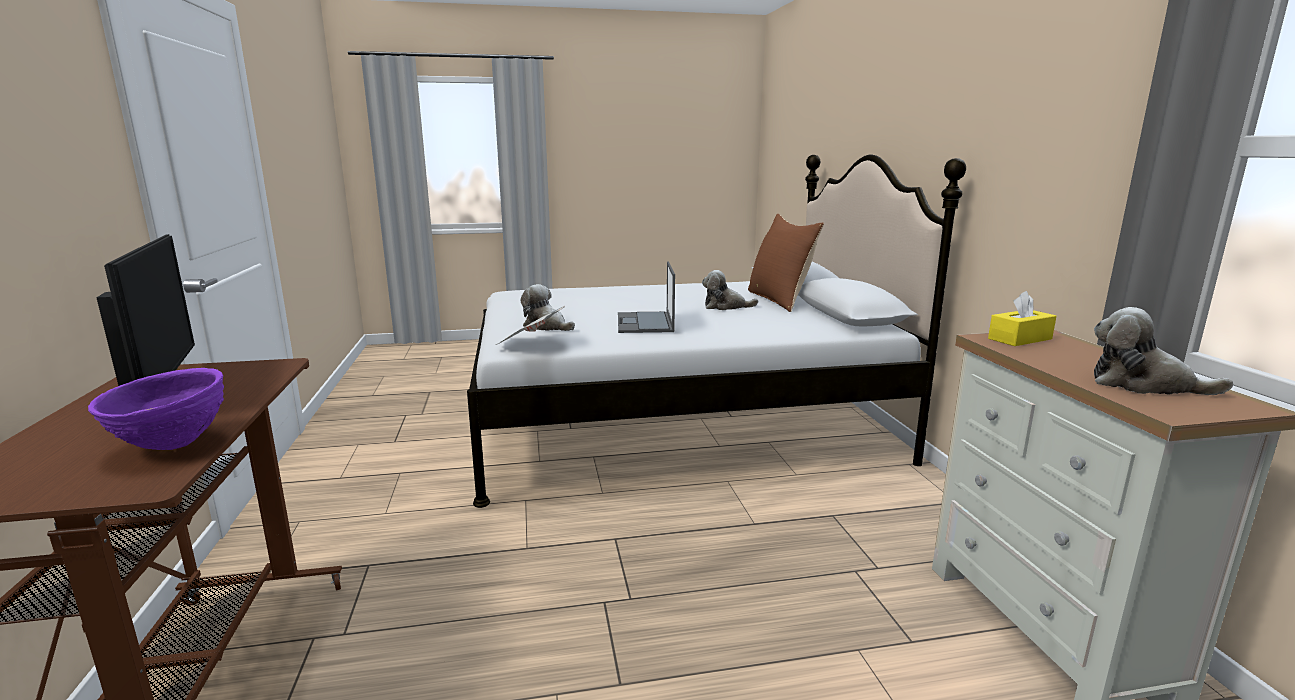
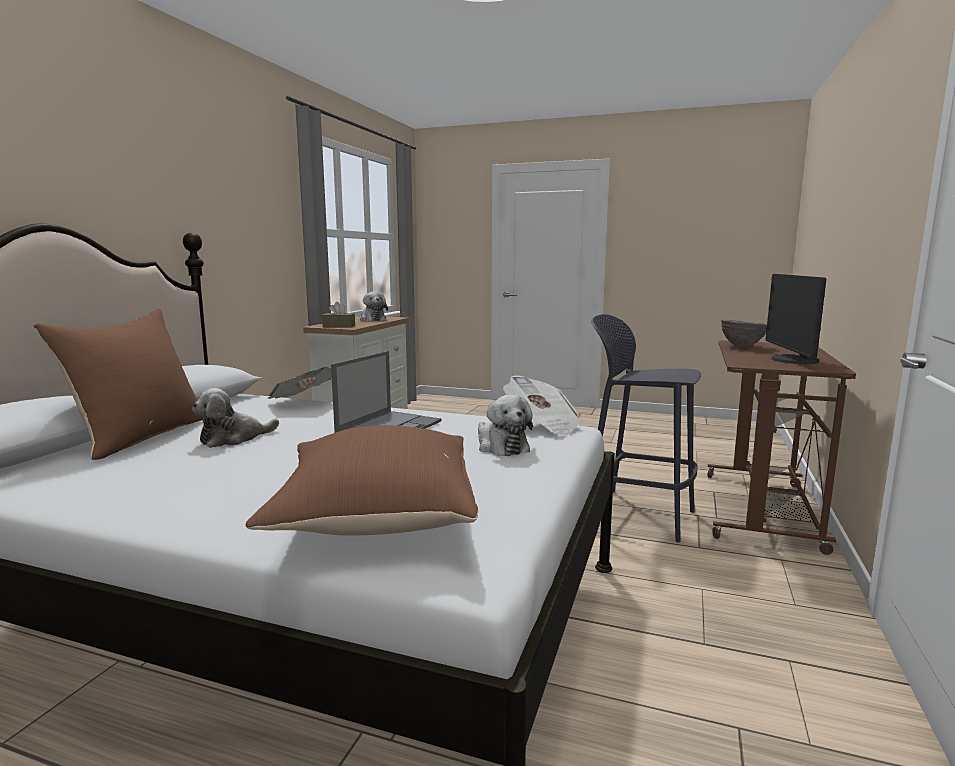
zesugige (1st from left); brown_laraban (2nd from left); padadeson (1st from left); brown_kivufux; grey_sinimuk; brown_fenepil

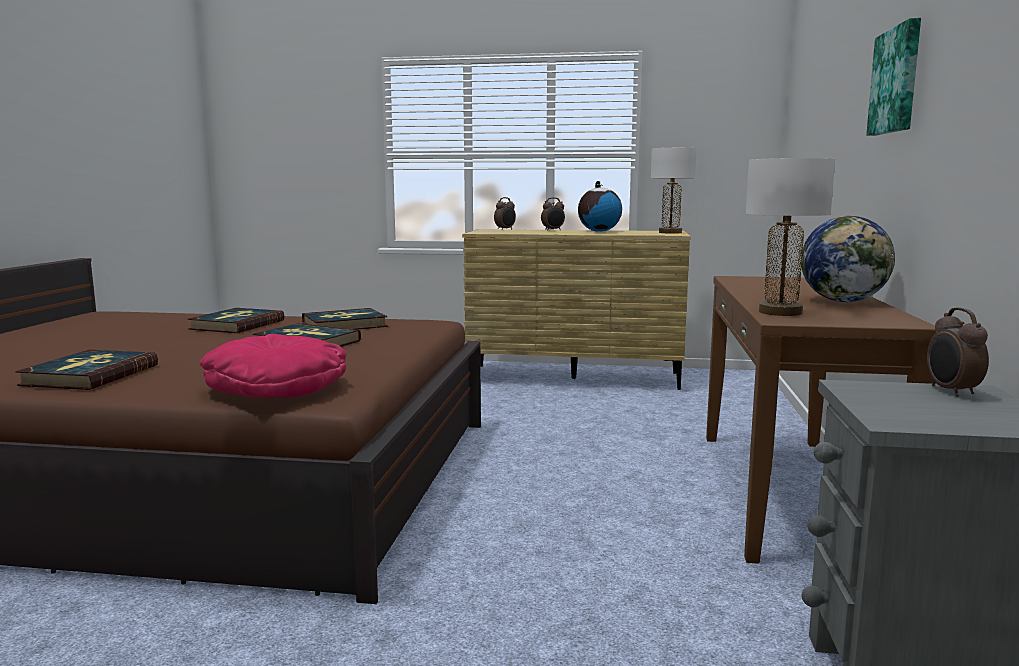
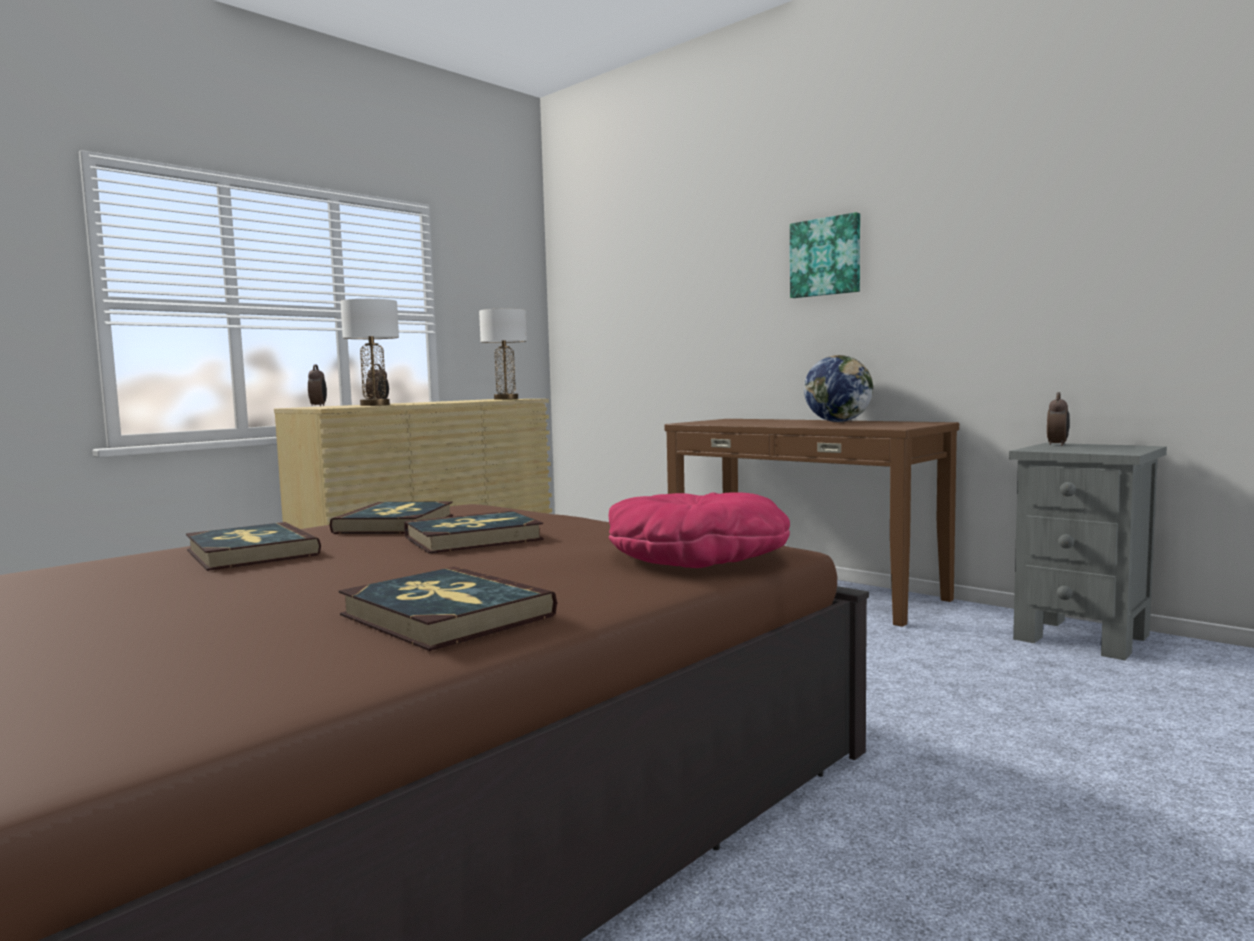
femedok (1st from left); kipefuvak (3rd from left); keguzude (1st from left in the first image)

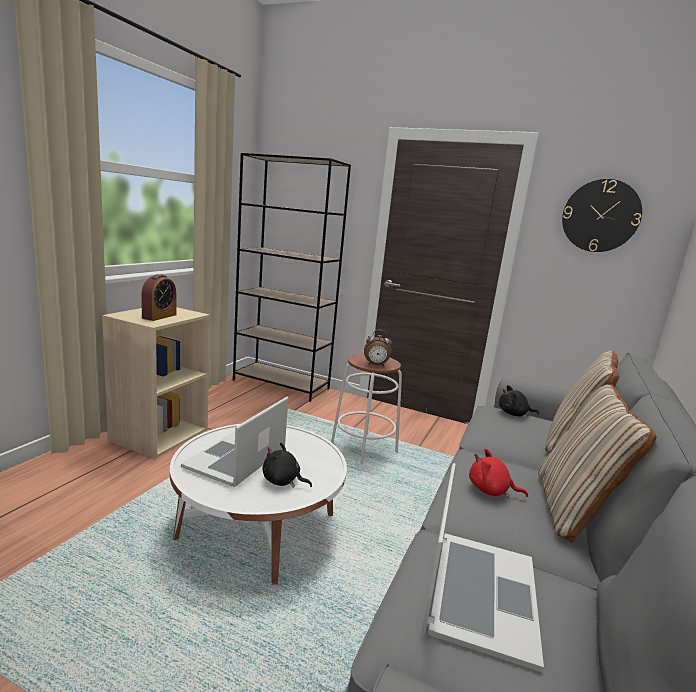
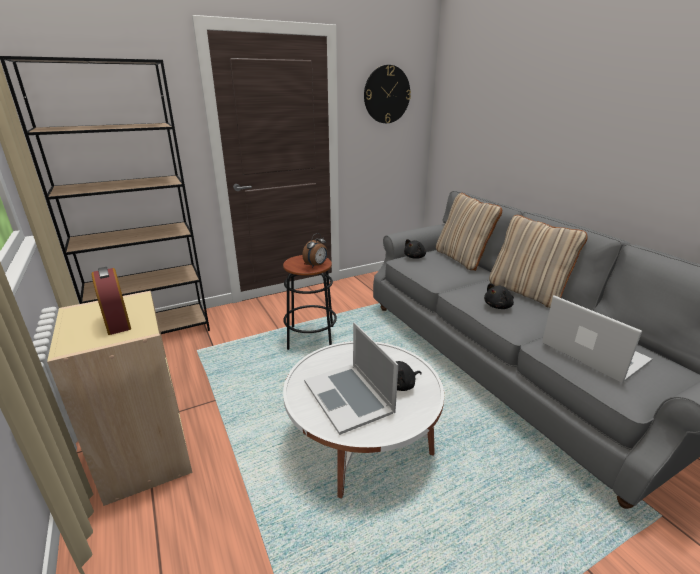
black_sinimuk; black_zesugige (3rd from left)

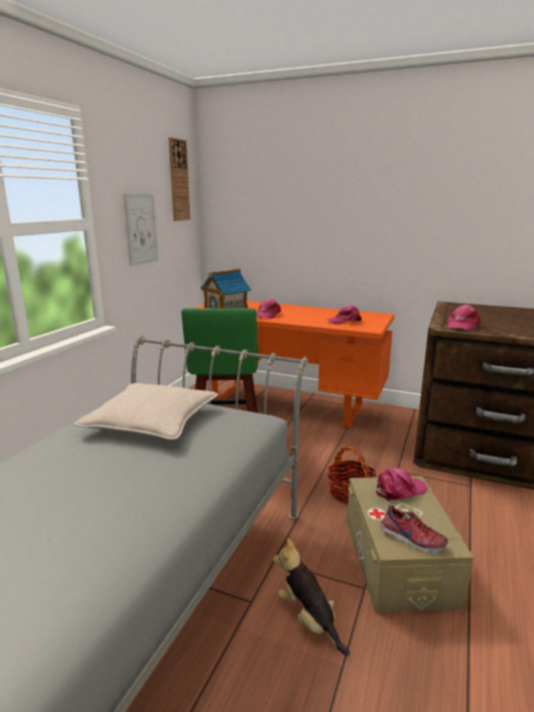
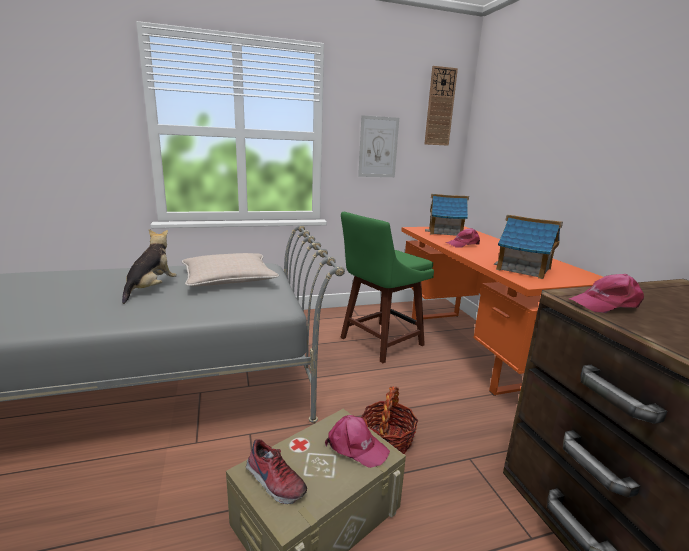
zesugige; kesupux; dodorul (2nd from left)

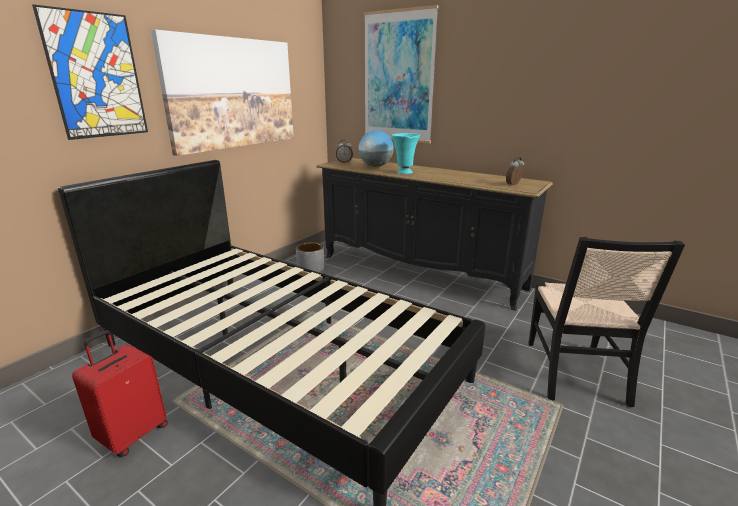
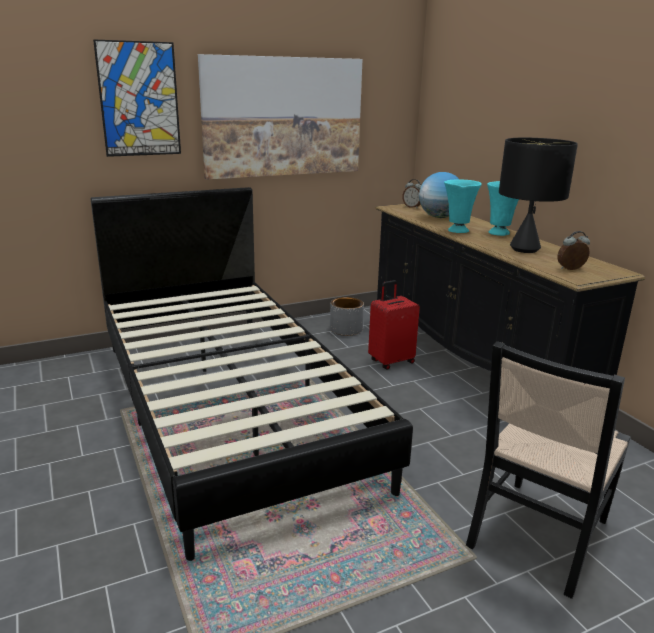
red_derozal; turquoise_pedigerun (2nd from left); black_femedok; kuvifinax (3rd from left in the first image)

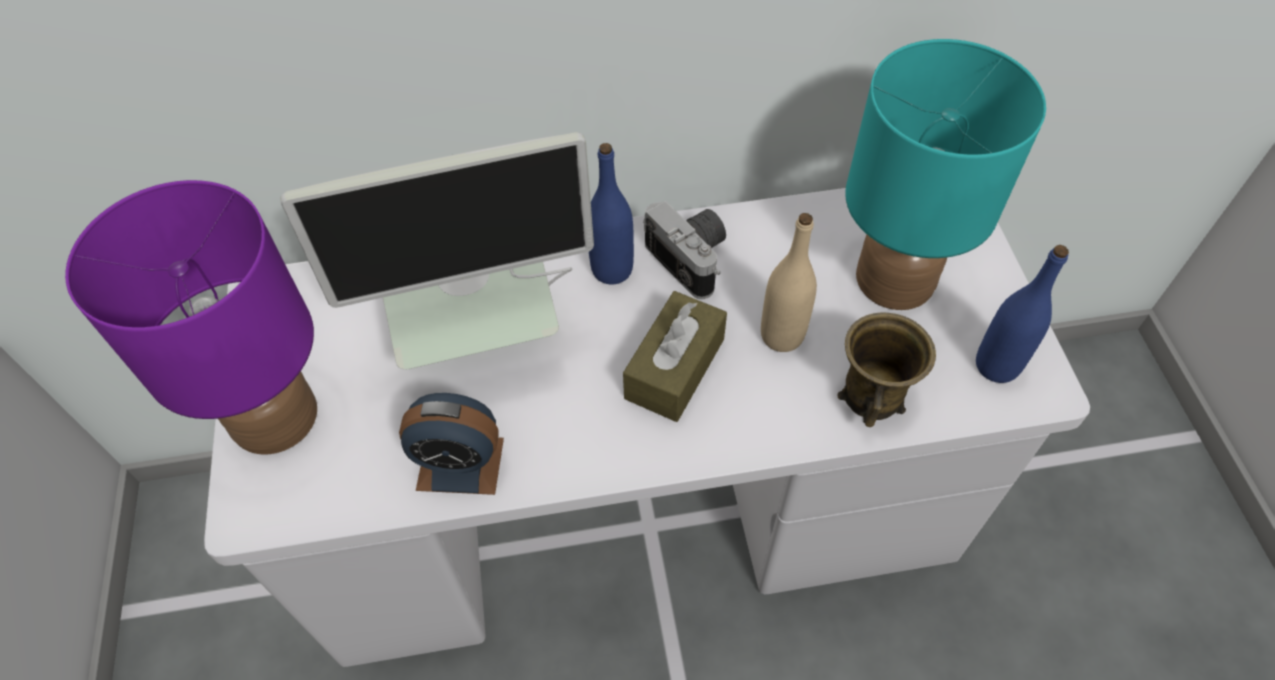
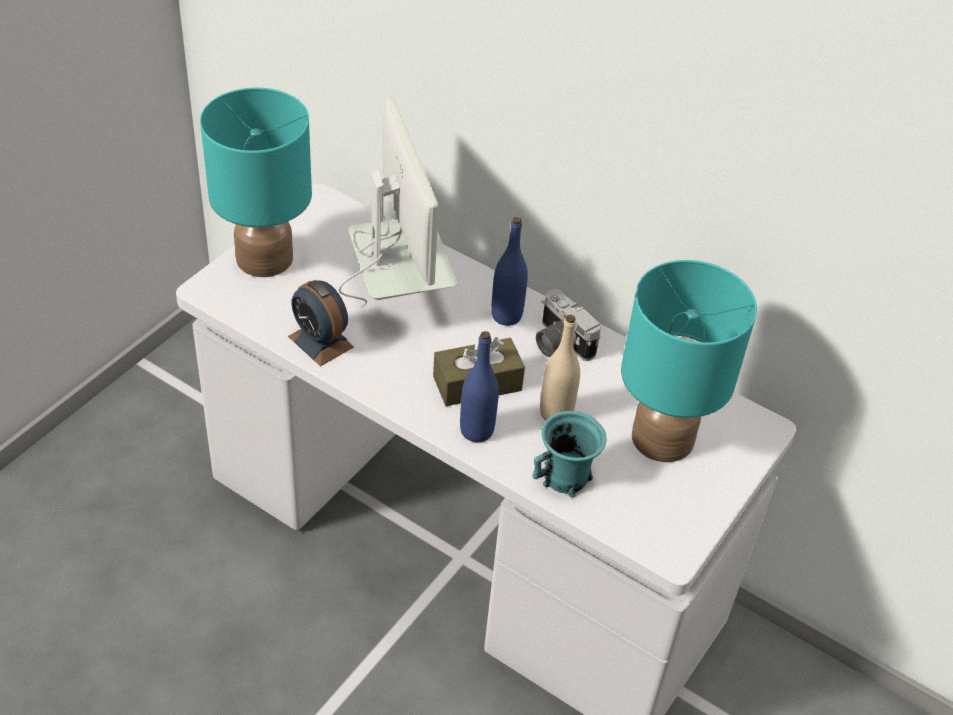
turquoise_femedok (1st from left); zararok; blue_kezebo (1st from left); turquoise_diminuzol; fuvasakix

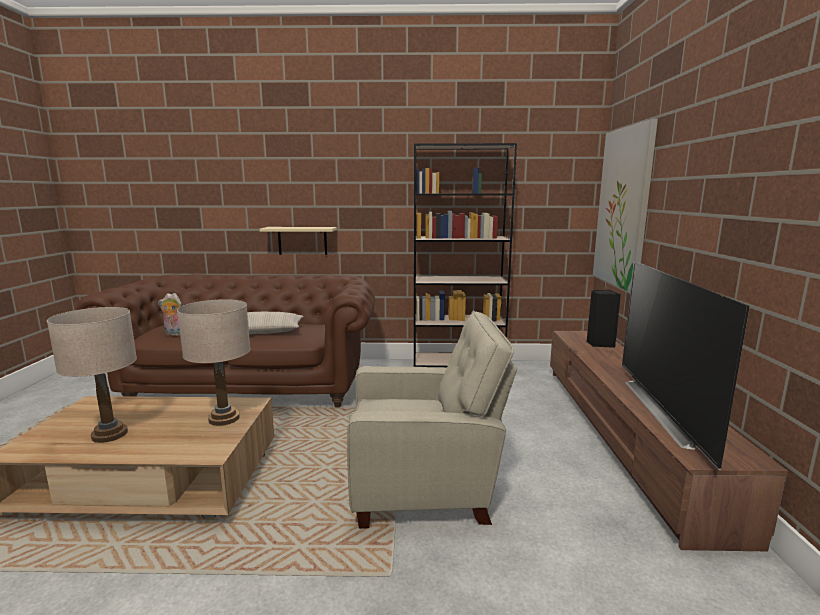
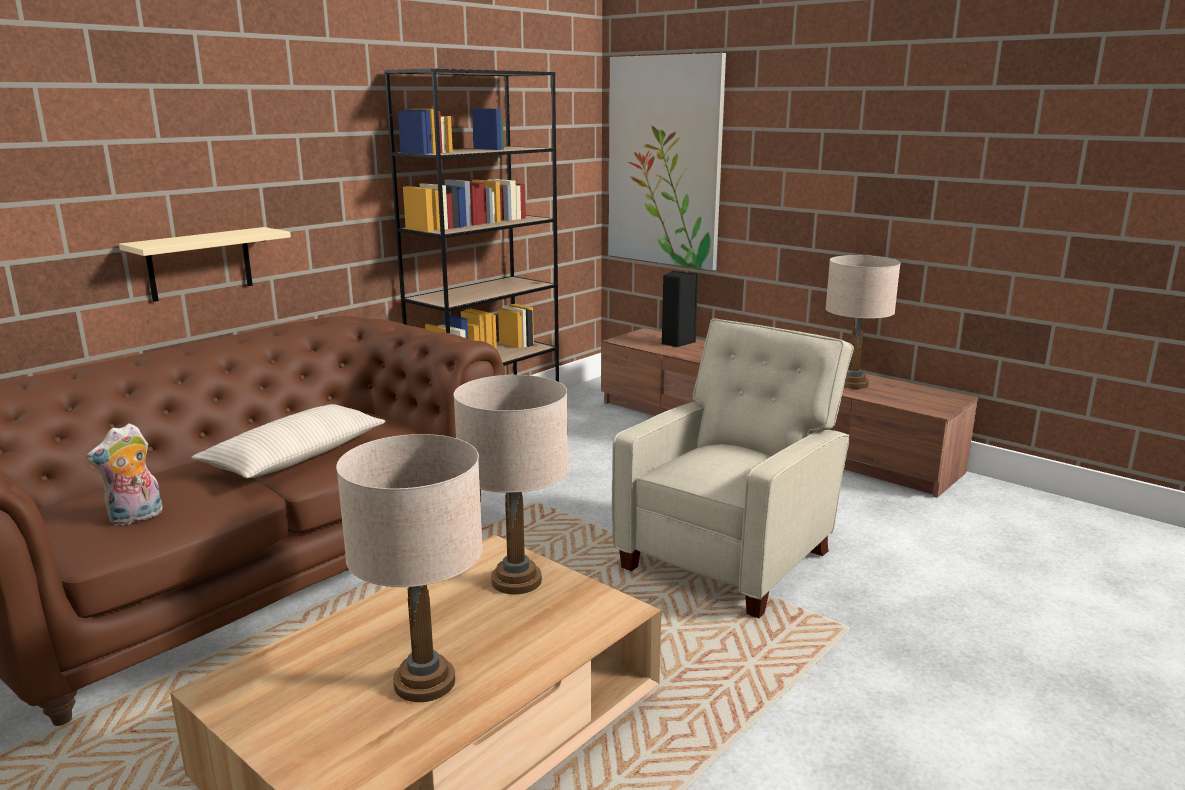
beige_femedok (3rd from left)

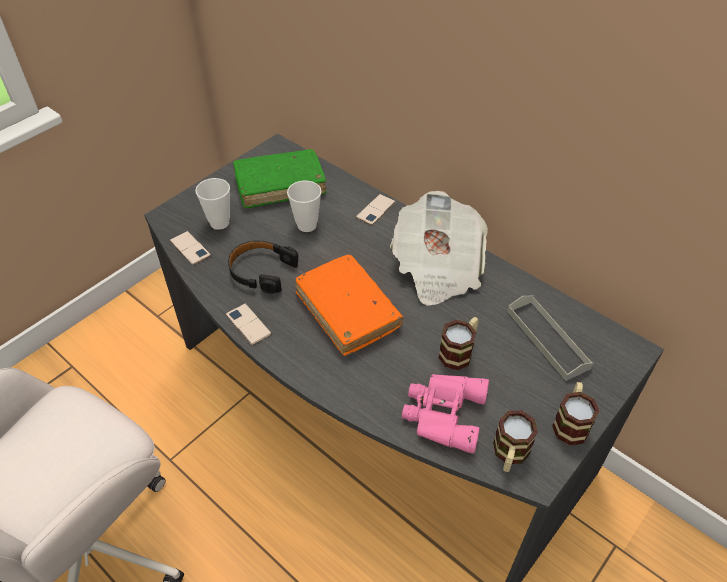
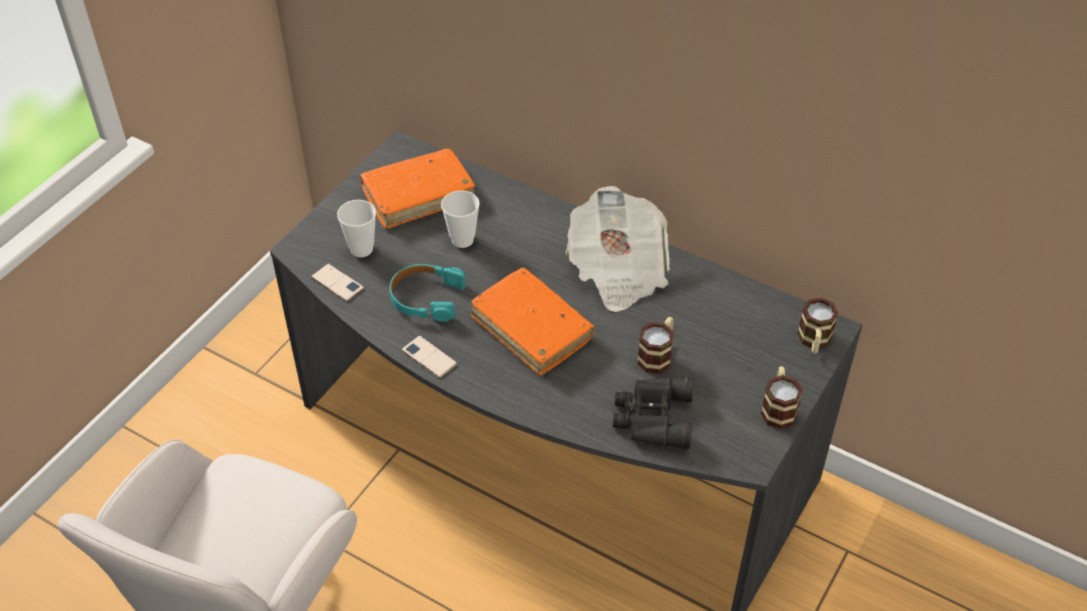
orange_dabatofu (1st from left); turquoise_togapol; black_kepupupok; diminuzol (3rd from left); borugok (3rd from left in the first image); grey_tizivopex

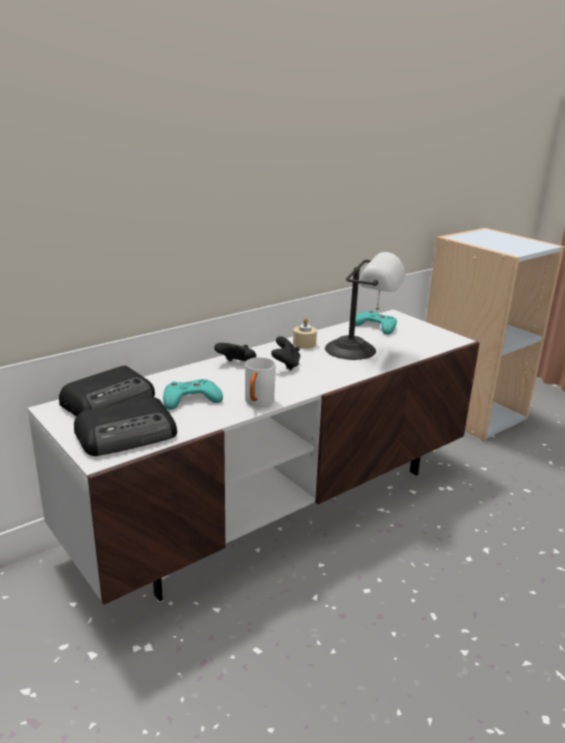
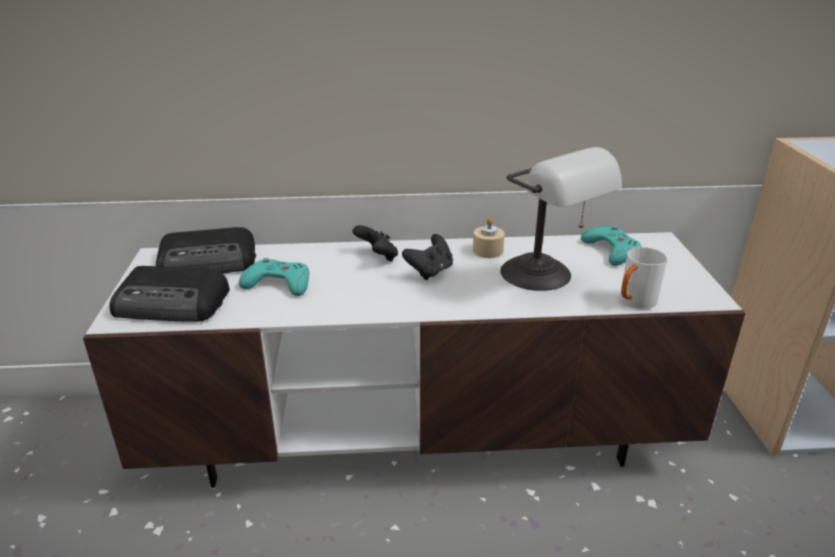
white_diminuzol

